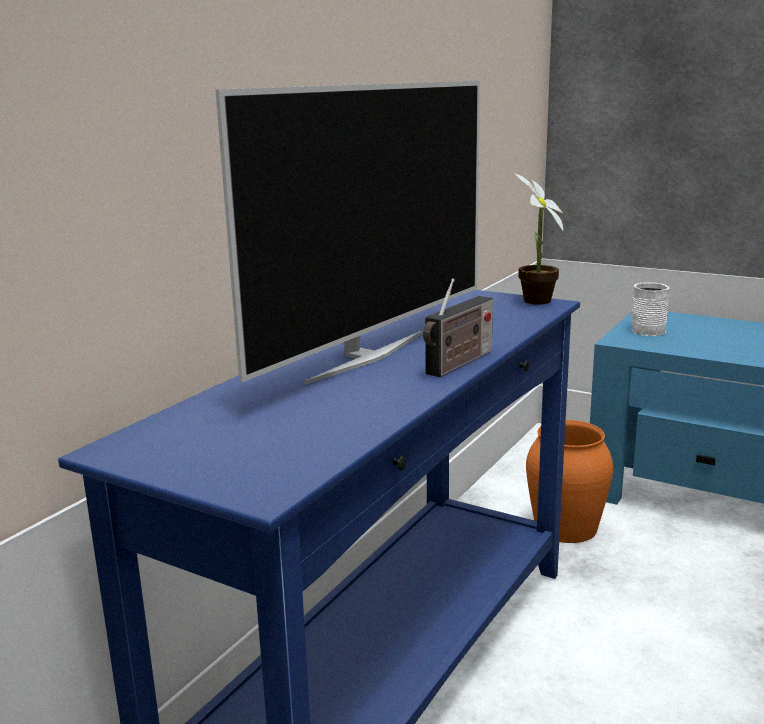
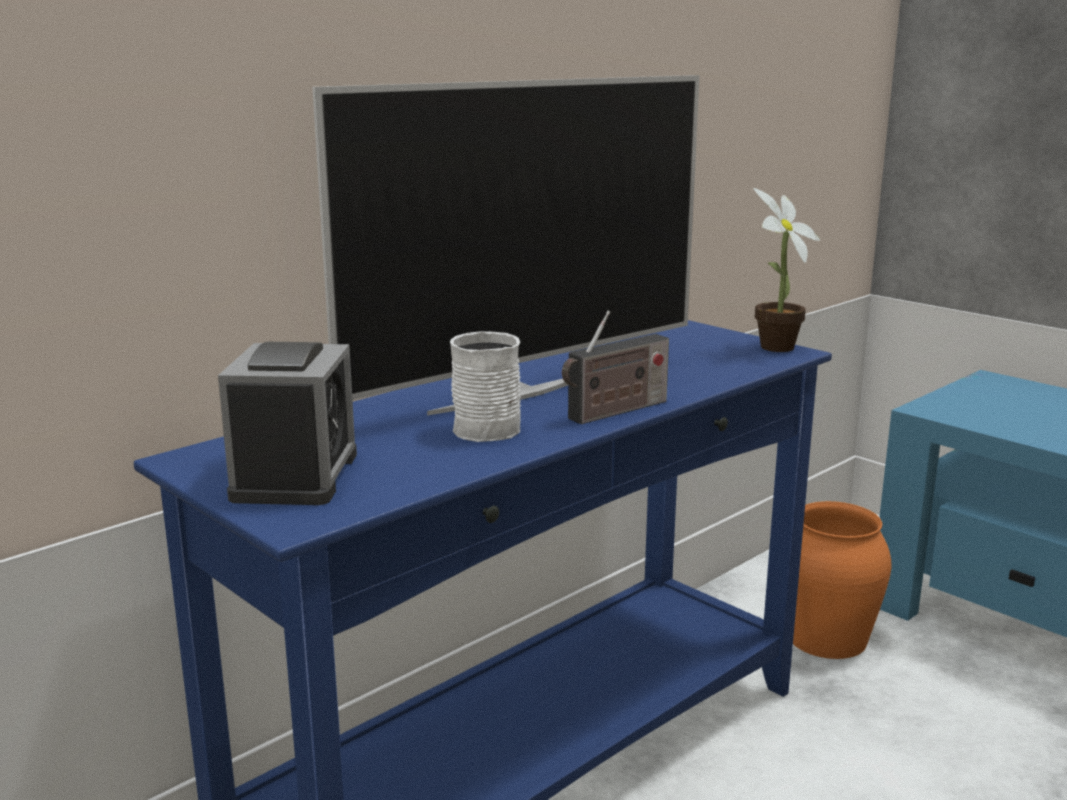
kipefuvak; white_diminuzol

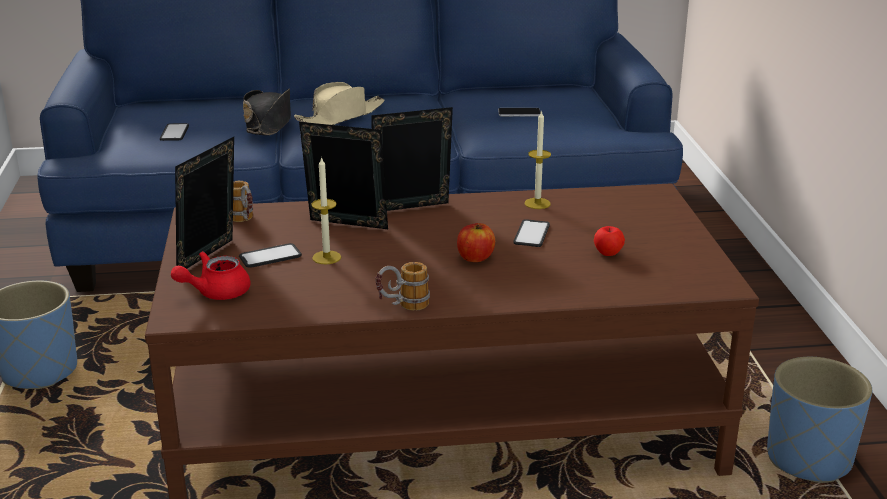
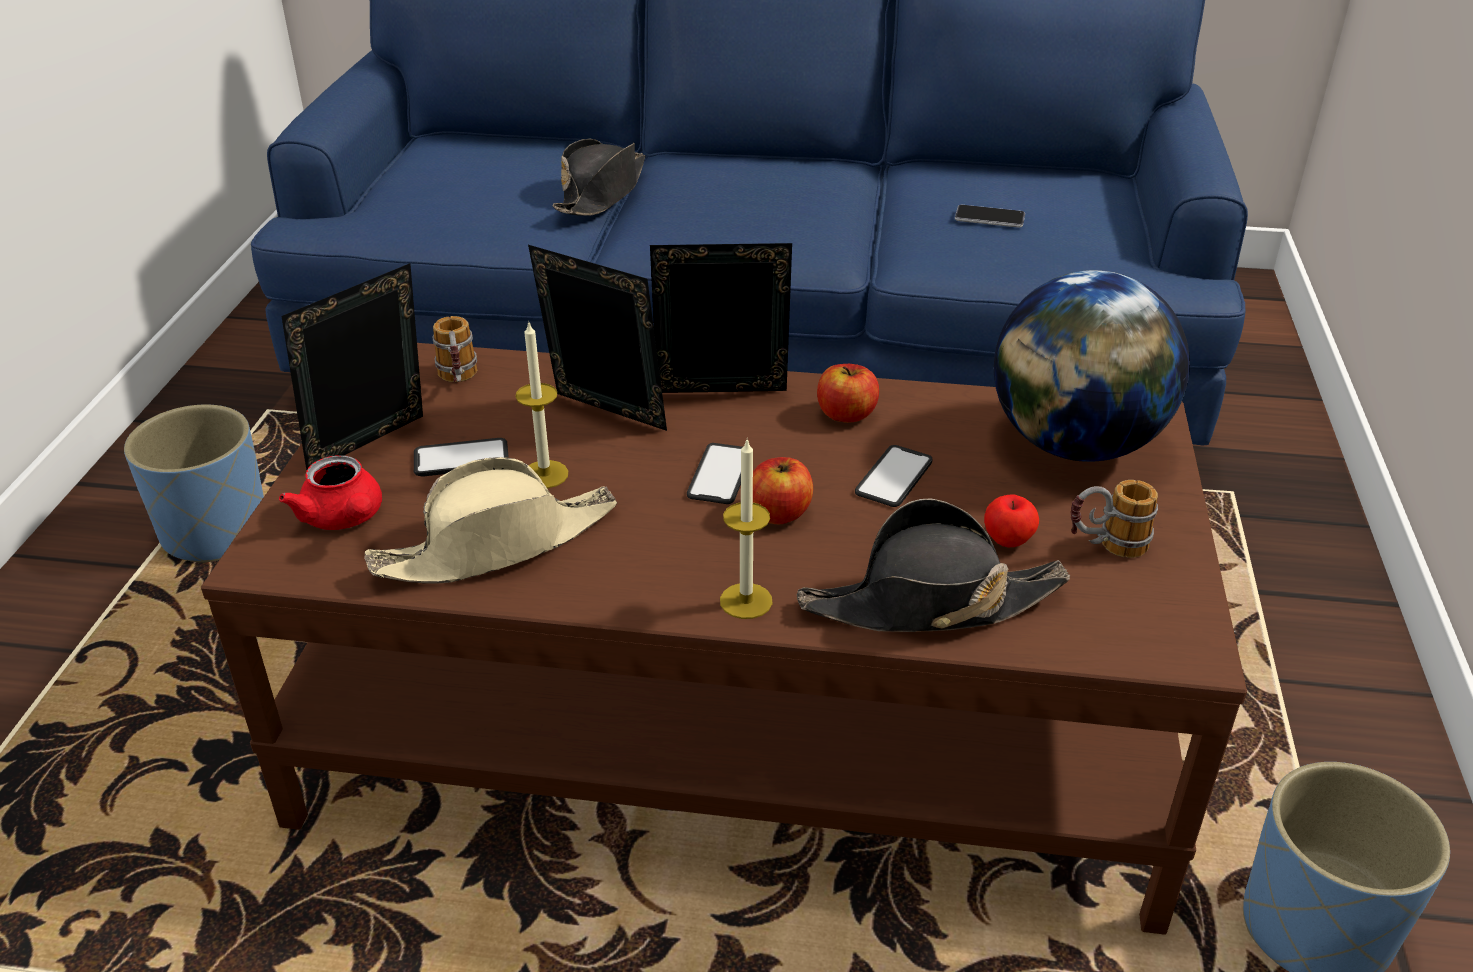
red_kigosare; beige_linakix; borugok (2nd from left); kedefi (2nd from left); black_linakix (2nd from left); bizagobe (2nd from left); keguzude; diminuzol (2nd from left)

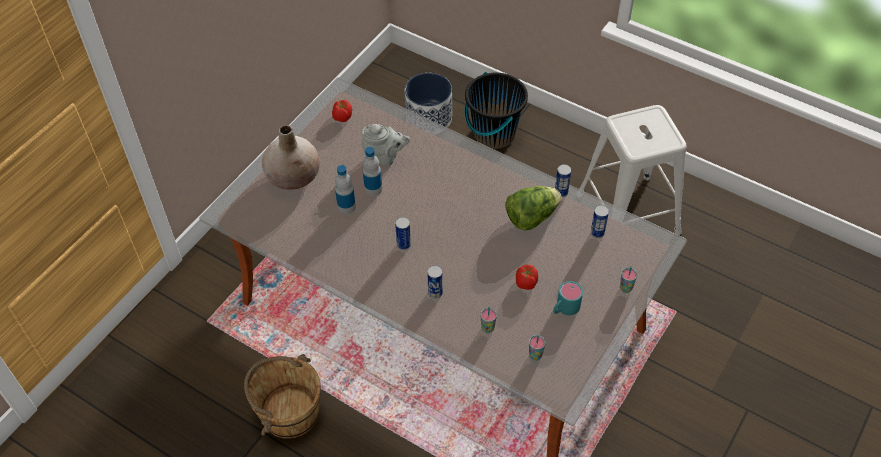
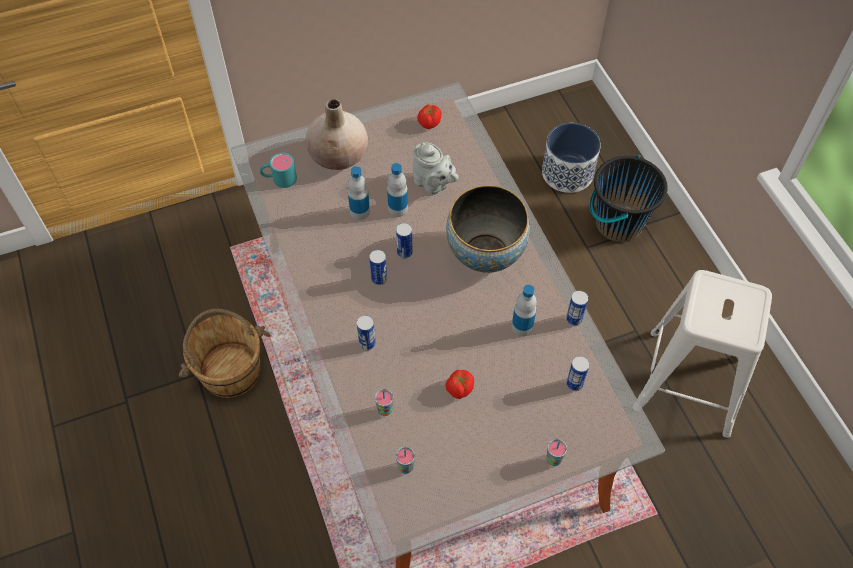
turquoise_diminuzol; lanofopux (3rd from left); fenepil; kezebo (3rd from left)

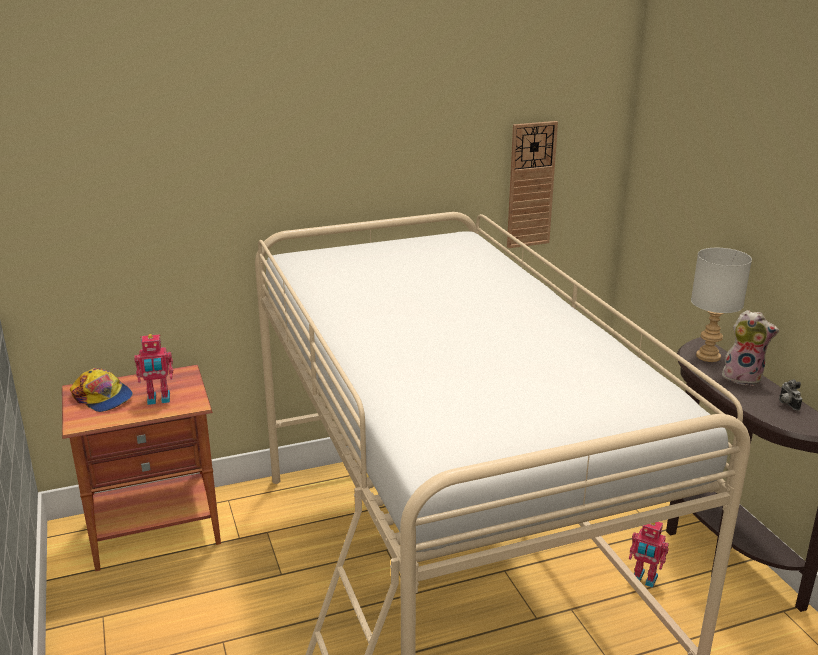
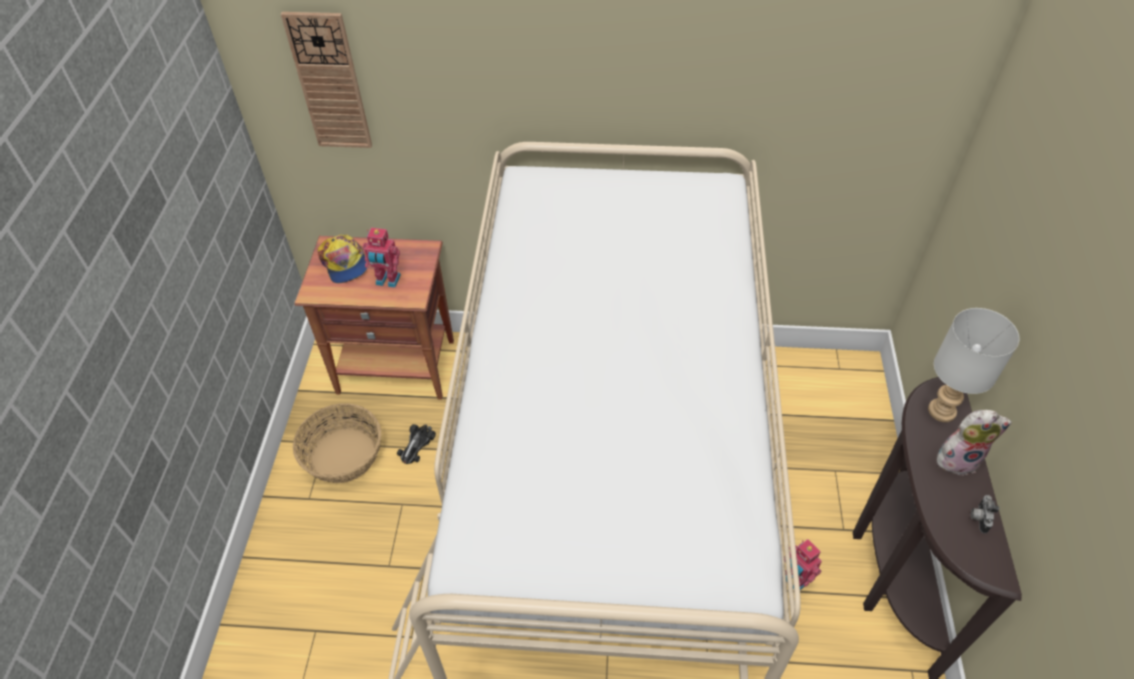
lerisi; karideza; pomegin; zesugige

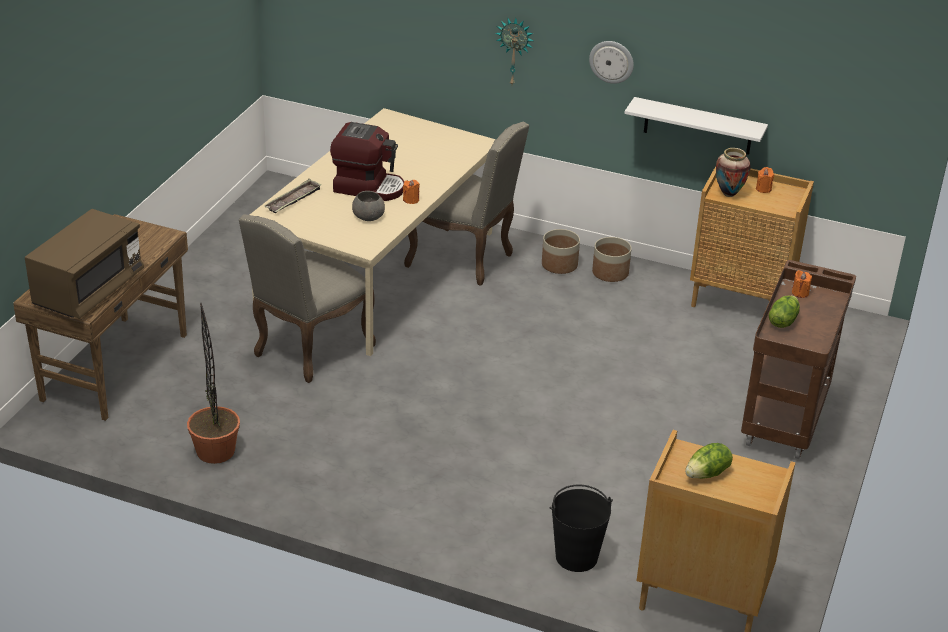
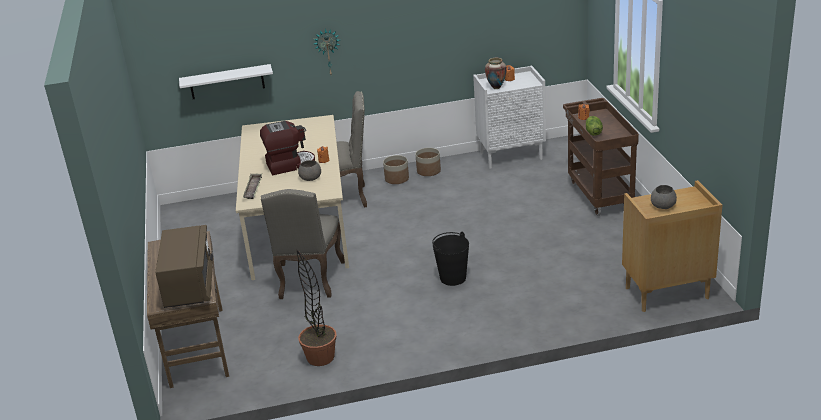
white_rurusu; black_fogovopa; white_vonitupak; grey_fenepil (2nd from left); lerisi (2nd from left in the first image)

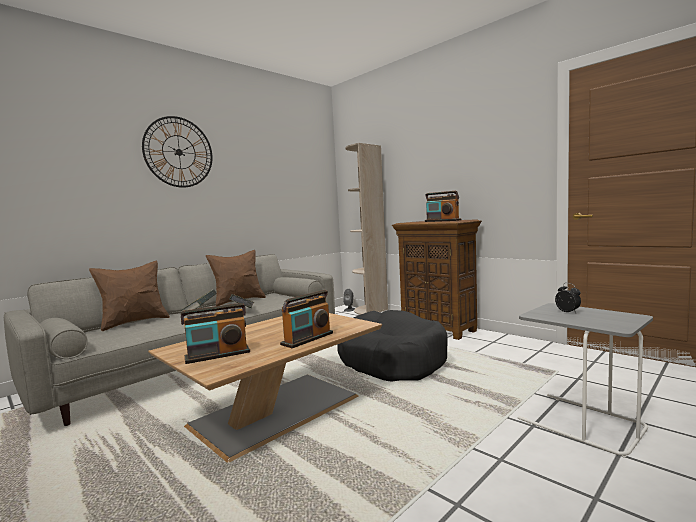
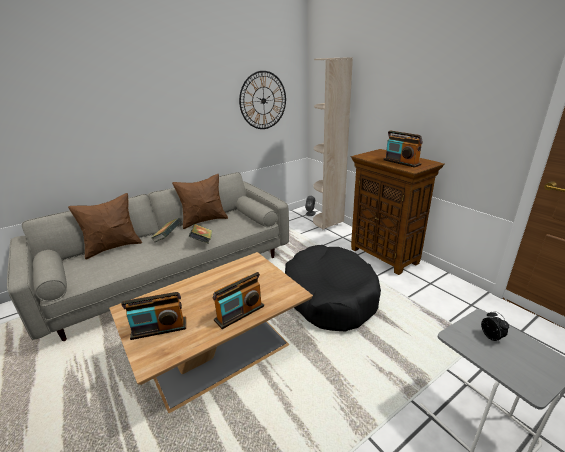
lerisi

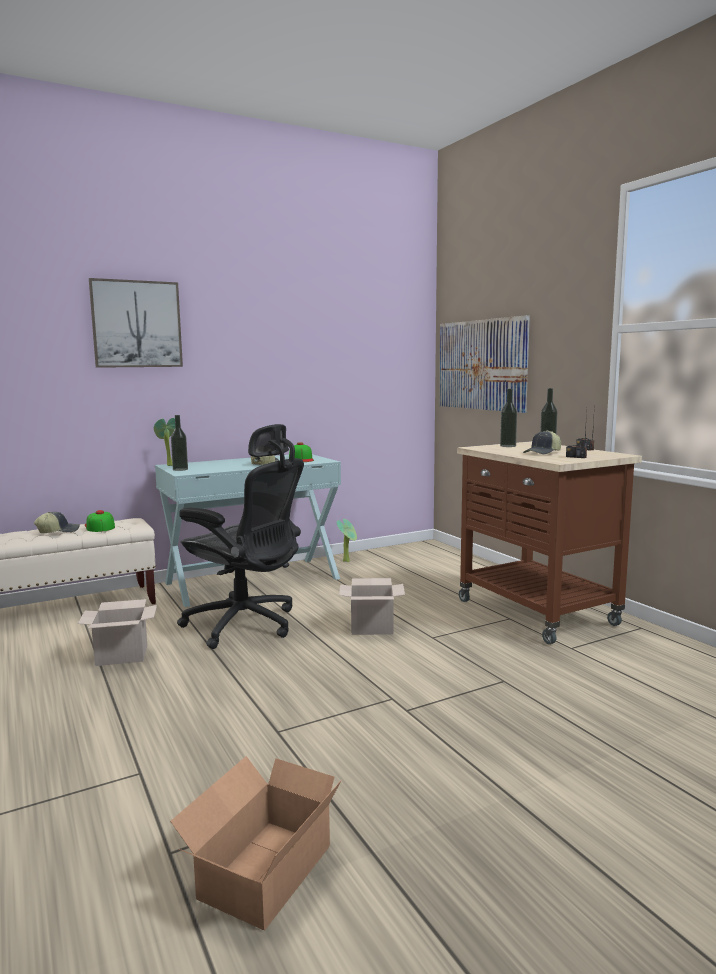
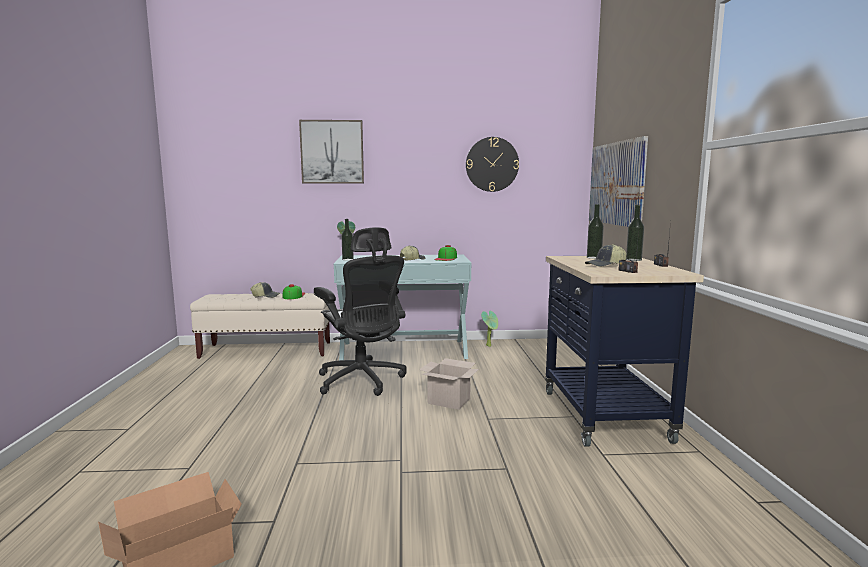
lerisi; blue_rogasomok; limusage (1st from left in the first image)

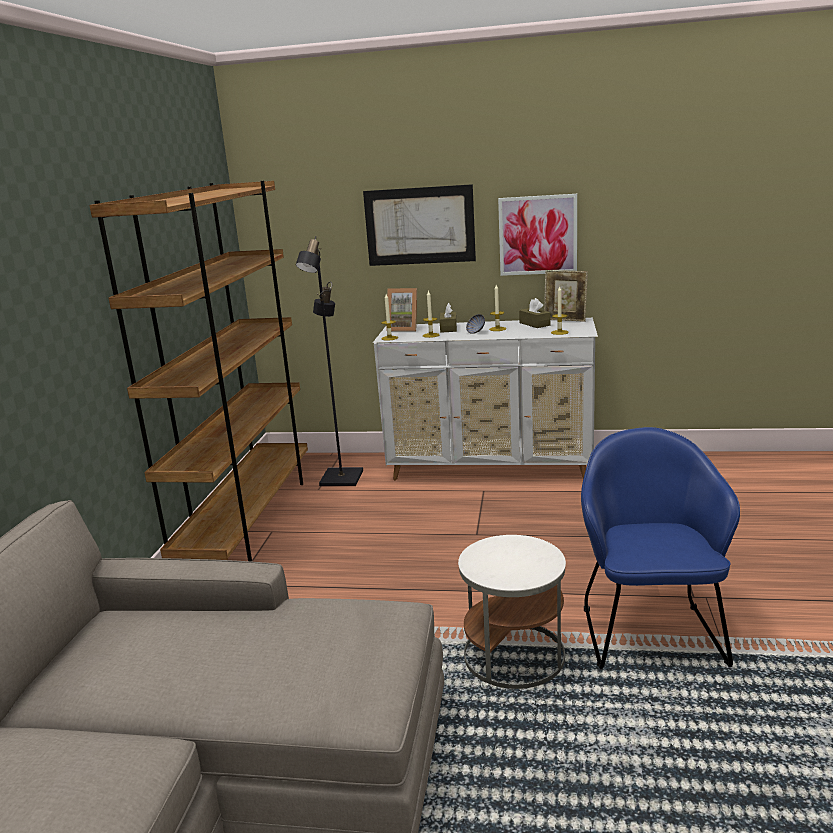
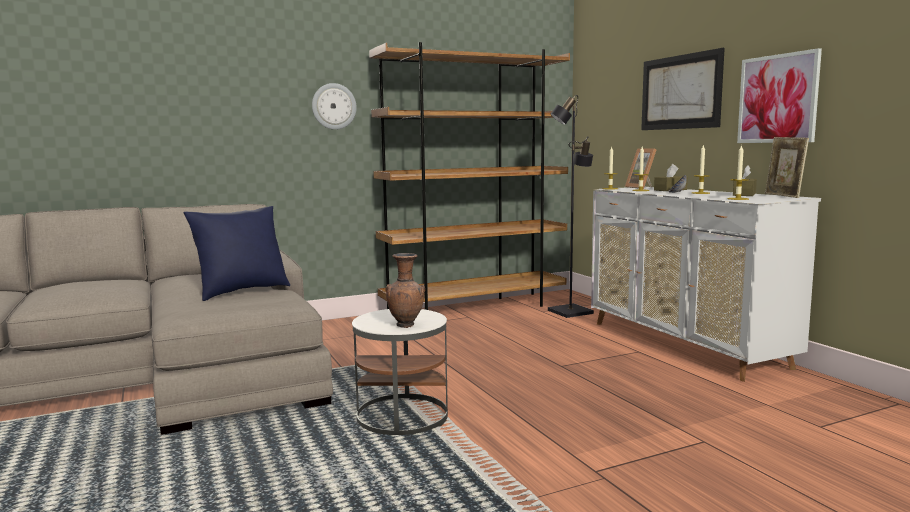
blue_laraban; lerisi; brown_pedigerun; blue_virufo

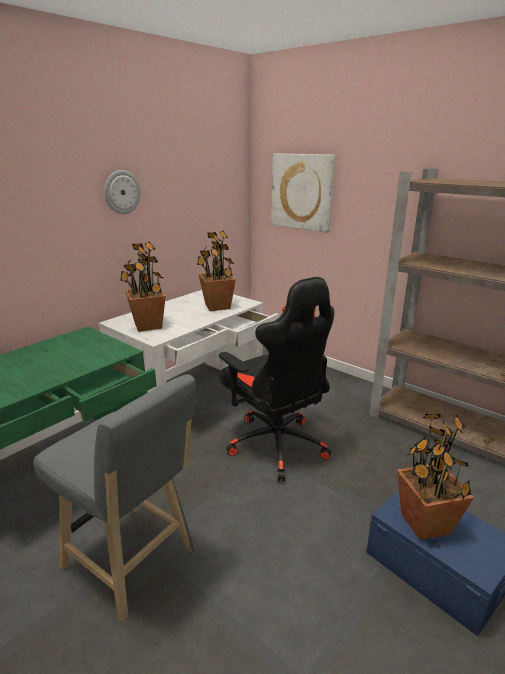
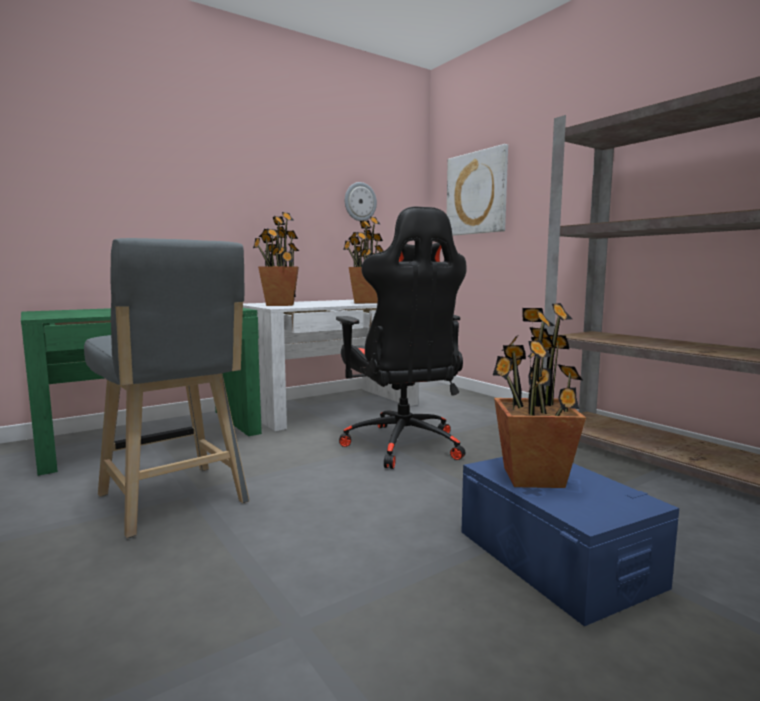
lerisi

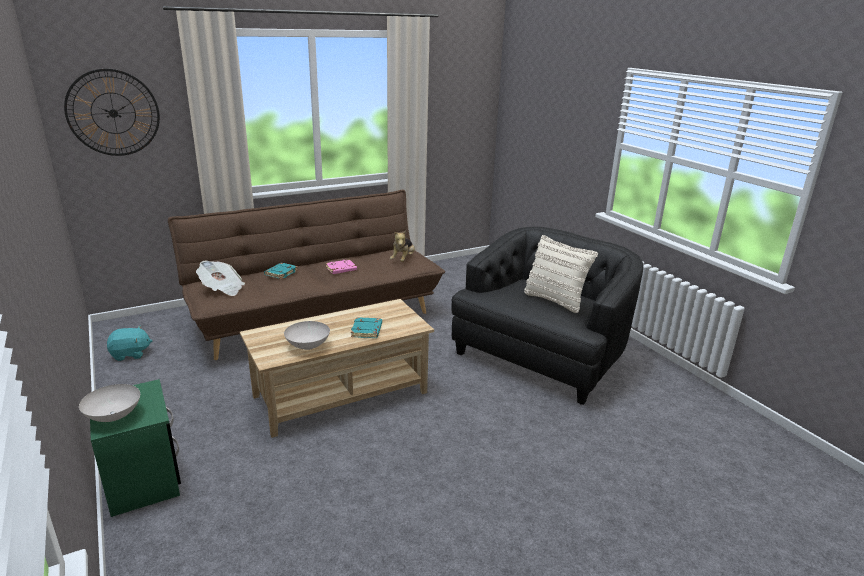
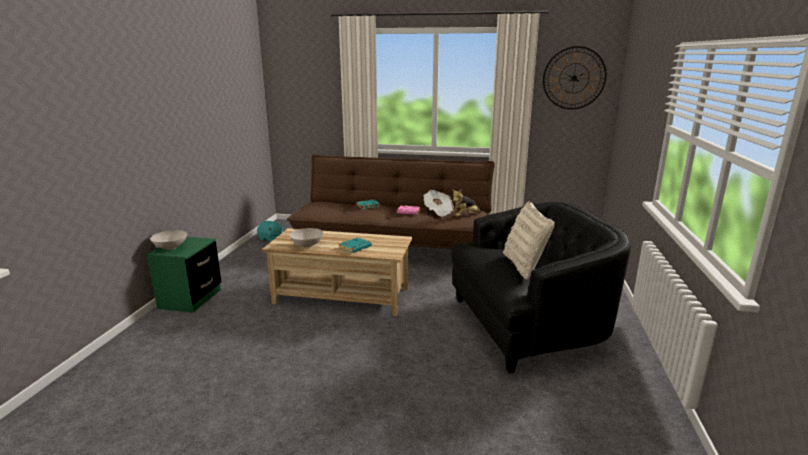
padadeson; lerisi

